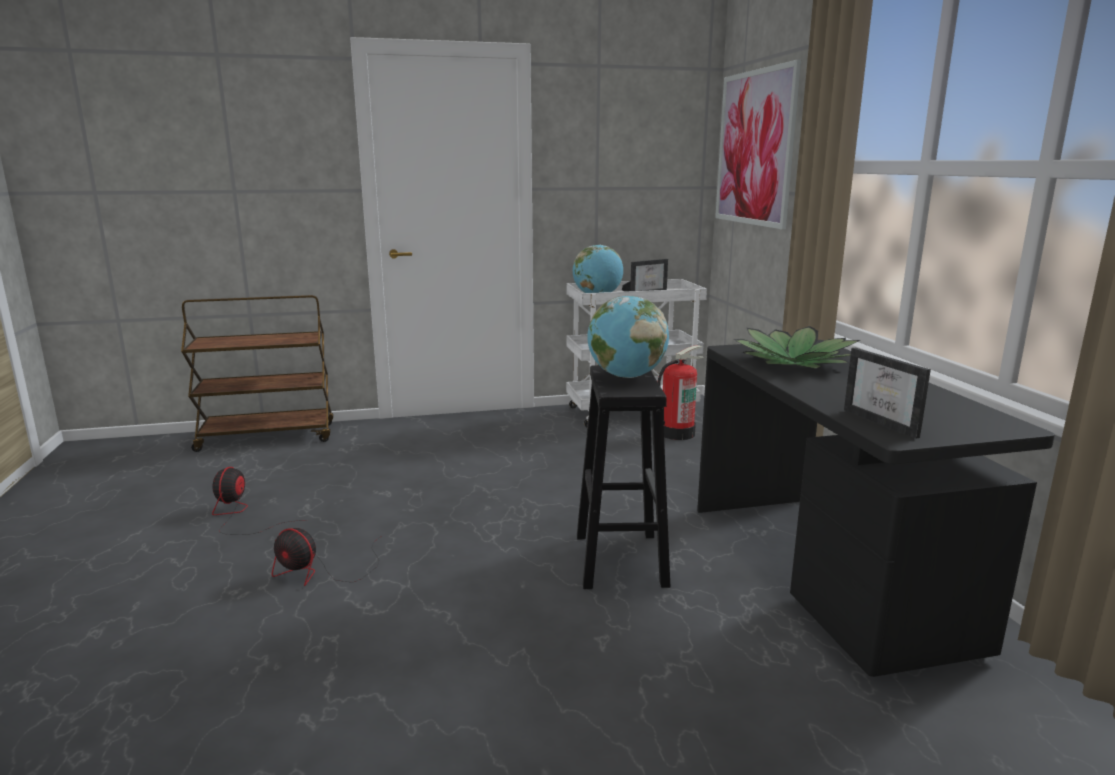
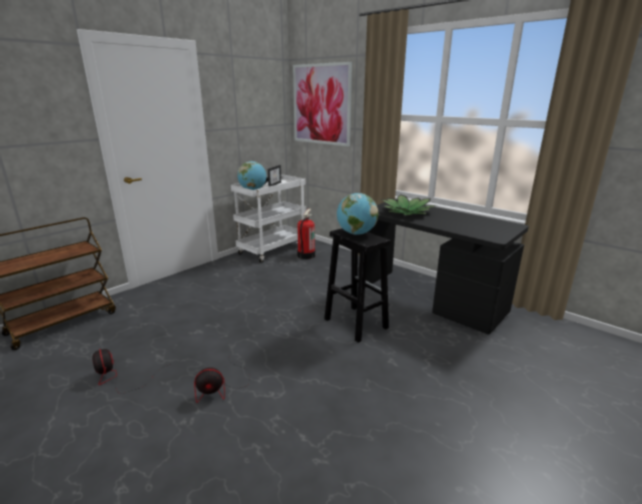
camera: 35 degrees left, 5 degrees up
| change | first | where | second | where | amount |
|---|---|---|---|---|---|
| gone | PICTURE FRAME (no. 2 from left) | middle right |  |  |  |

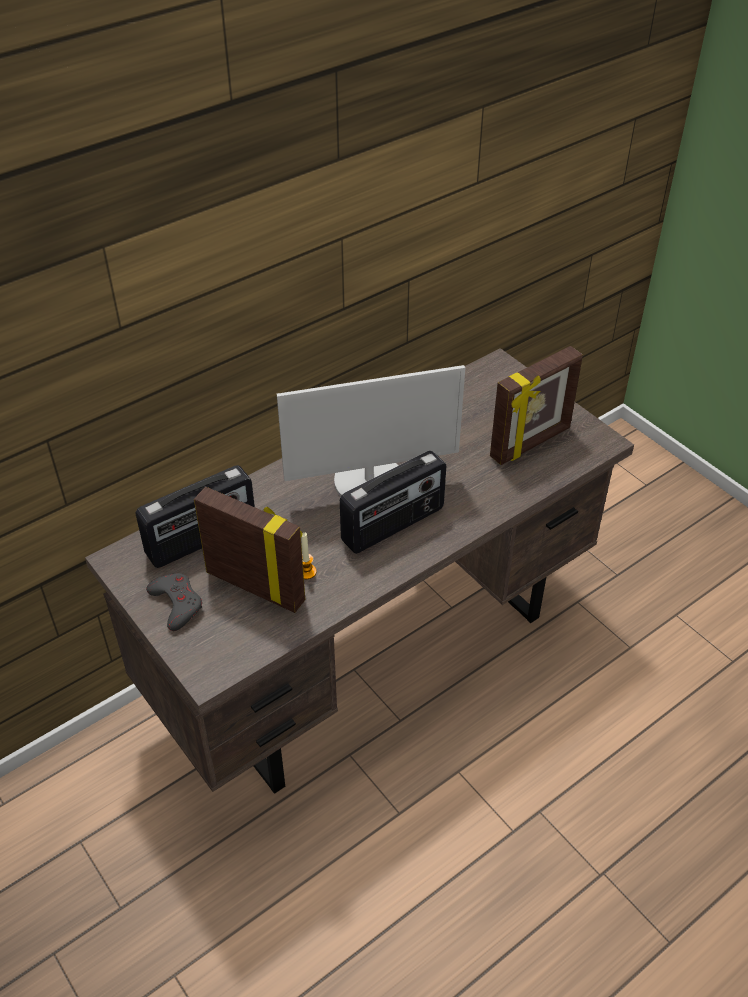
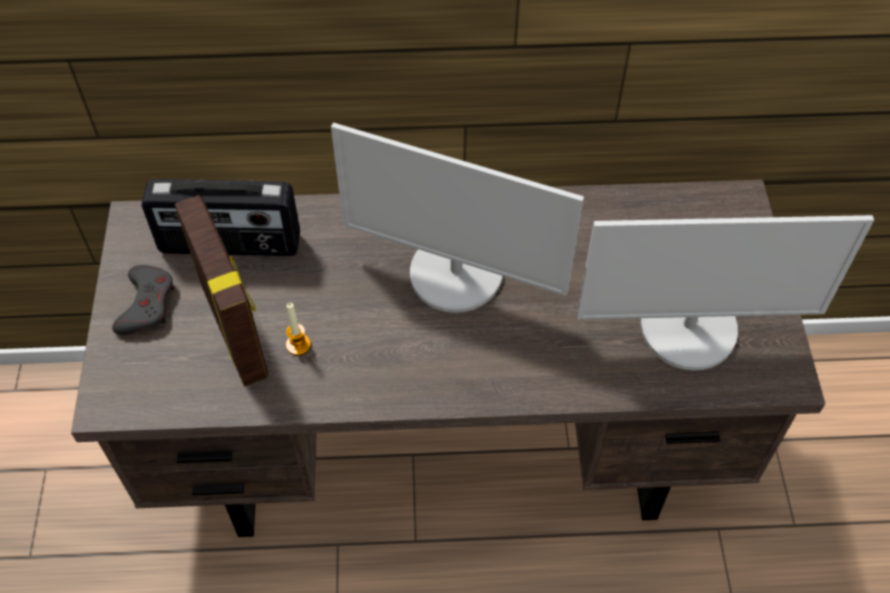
camera: 35 degrees right, 10 degrees up
| change | first | where | second | where | amount |
|---|---|---|---|---|---|
| gone | RADIO RECEIVER (no. 2 from left) | centre |  |  |  |
| swapped | PICTURE FRAME (no. 2 from left) | middle right | COMPUTER DISPLAY (no. 2 from left) | middle right |  |

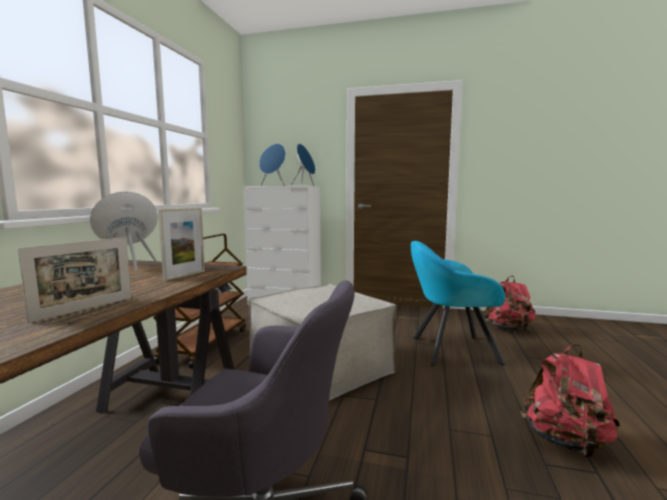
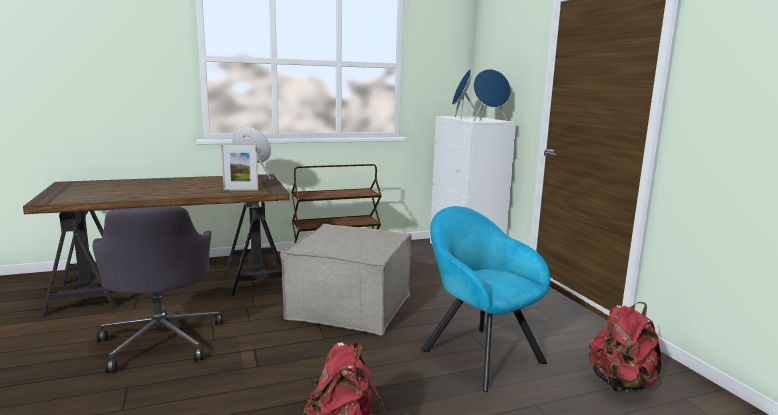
camera: 55 degrees right, 5 degrees up
| change | first | where | second | where | amount |
|---|---|---|---|---|---|
| gone | PICTURE FRAME (no. 1 from left) | middle left |  |  |  |

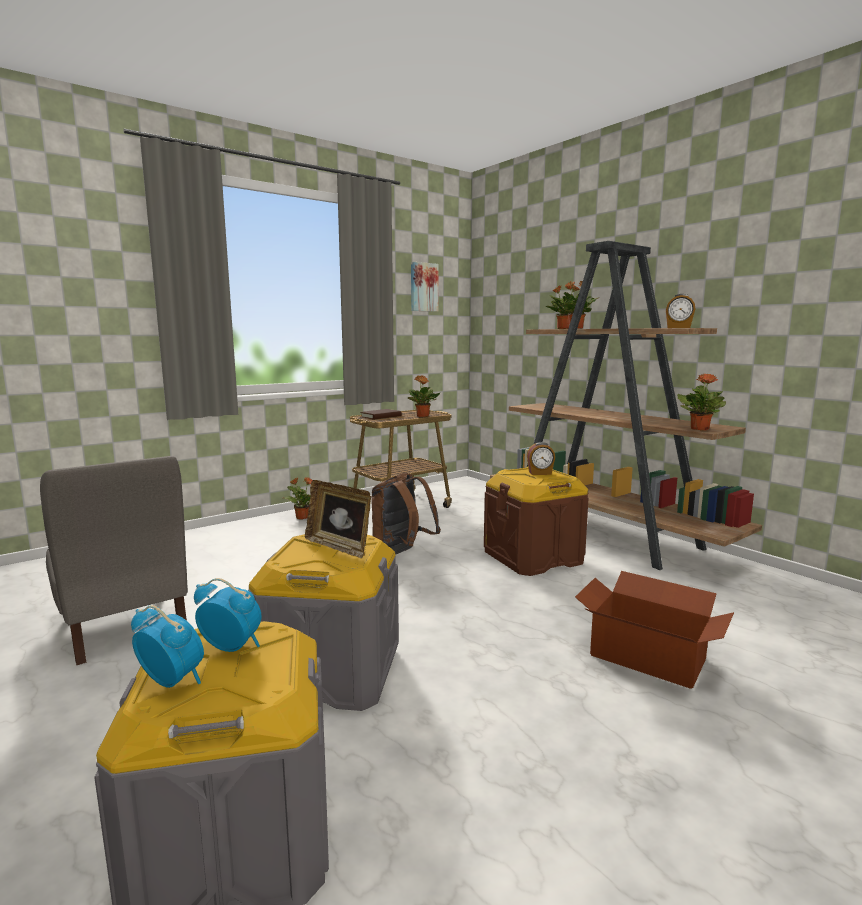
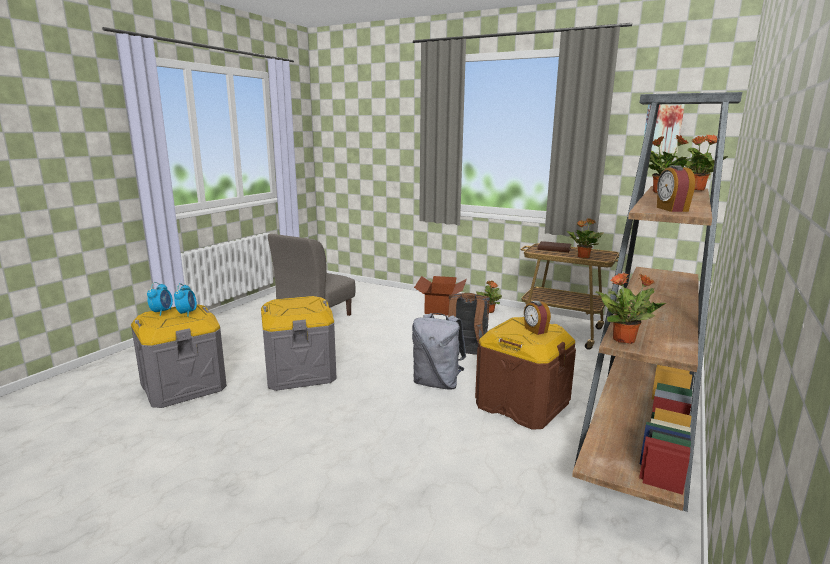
camera: 65 degrees right, 5 degrees up
| change | first | where | second | where | amount |
|---|---|---|---|---|---|
| gone | PICTURE FRAME | centre |  |  |  |
| shifted | CARTON | bottom right |  | centre |  |
| new |  |  | GREY BACKPACK | centre |  |

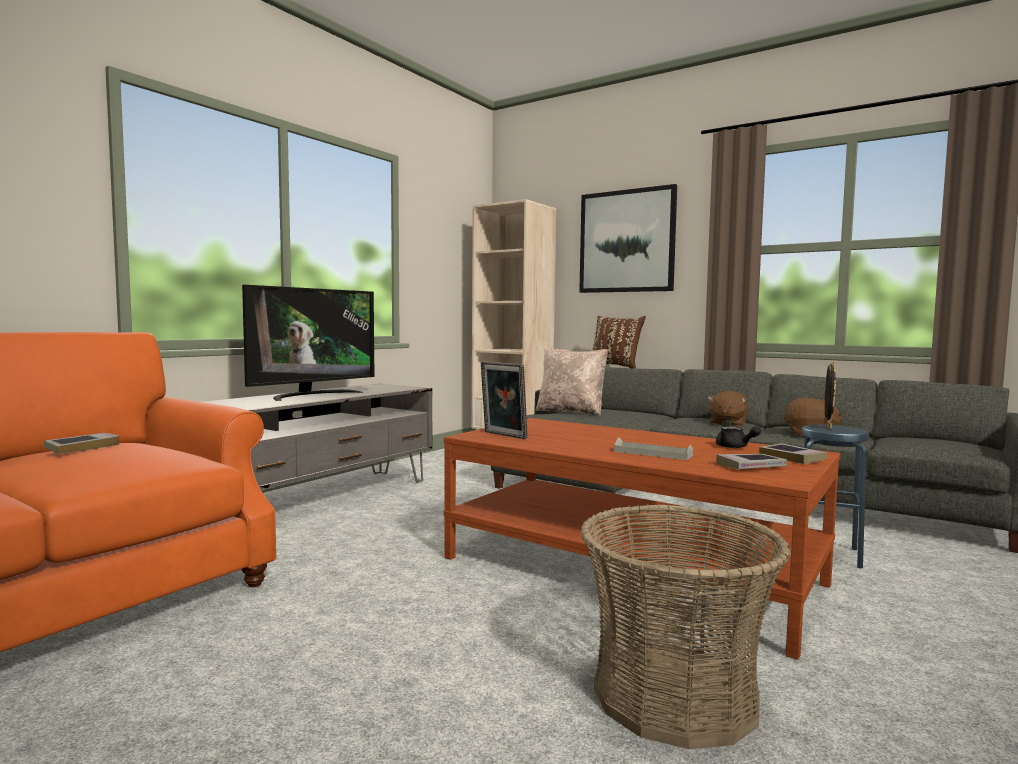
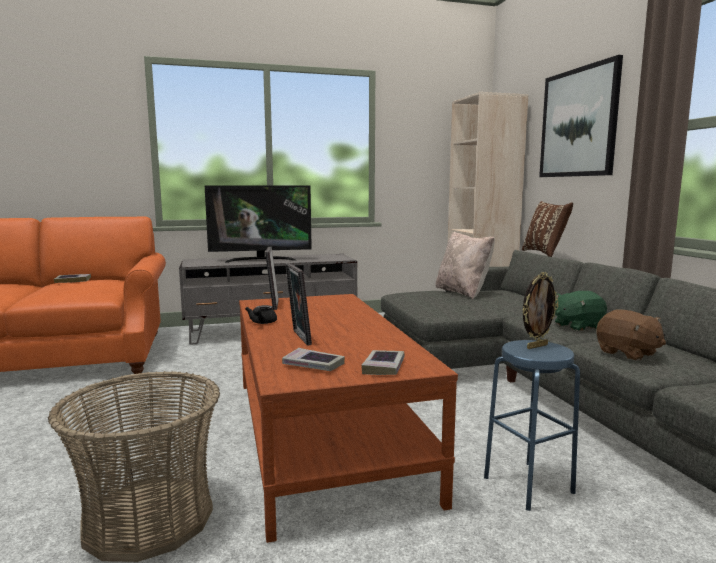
camera: 40 degrees right, 5 degrees up
| change | first | where | second | where | amount |
|---|---|---|---|---|---|
| swapped | GREY TRAY | centre | PICTURE FRAME (no. 2 from left) | centre |  |
| repainted | BROWNISH CUDDLY TOY (no. 1 from left) | middle right | GREENISH CUDDLY TOY | middle right |  |
| shifted | BLACKISH TEA POT | middle right |  | centre |  |

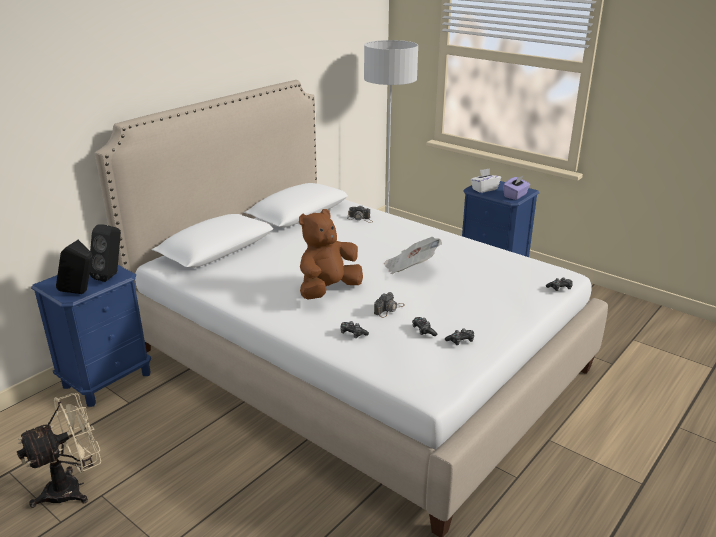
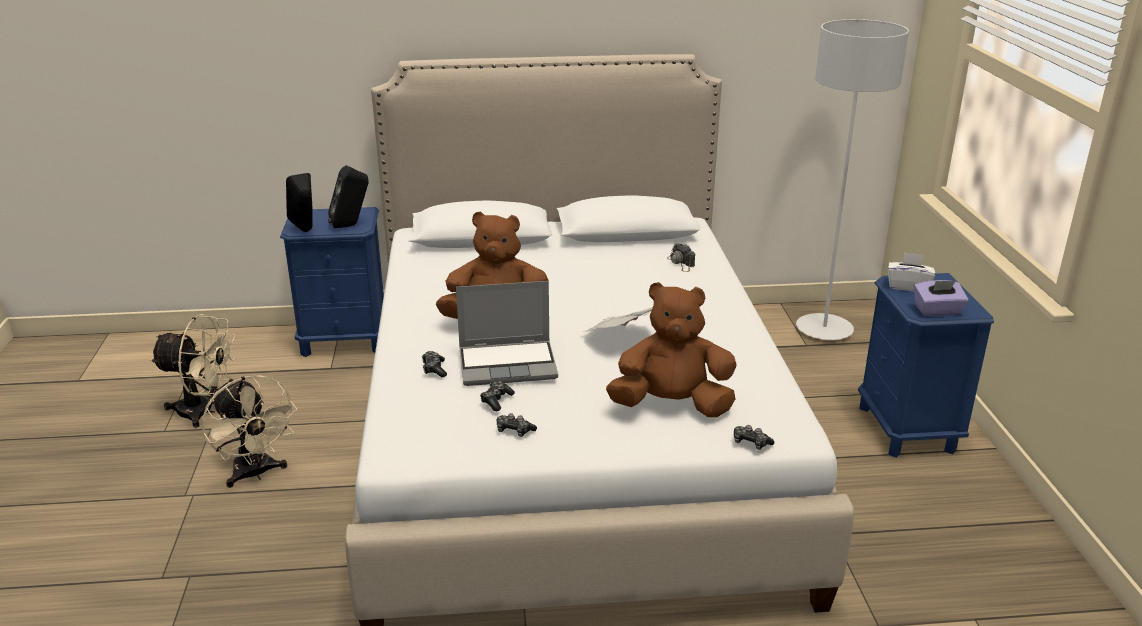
camera: 45 degrees right, 0 degrees up
| change | first | where | second | where | amount |
|---|---|---|---|---|---|
| swapped | PHOTO CAMERA (no. 2 from left) | centre | LAPTOP | centre |  |
| new |  |  | SAND-COLOURED ELECTRIC FAN (no. 2 from left) | bottom left |  |
| new |  |  | BROWNISH CUDDLY TOY (no. 2 from left) | centre |  |

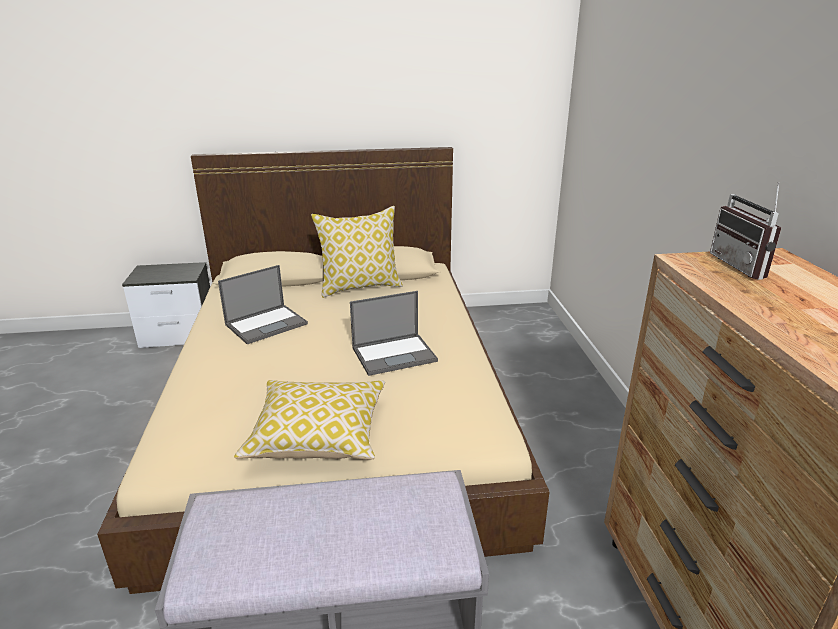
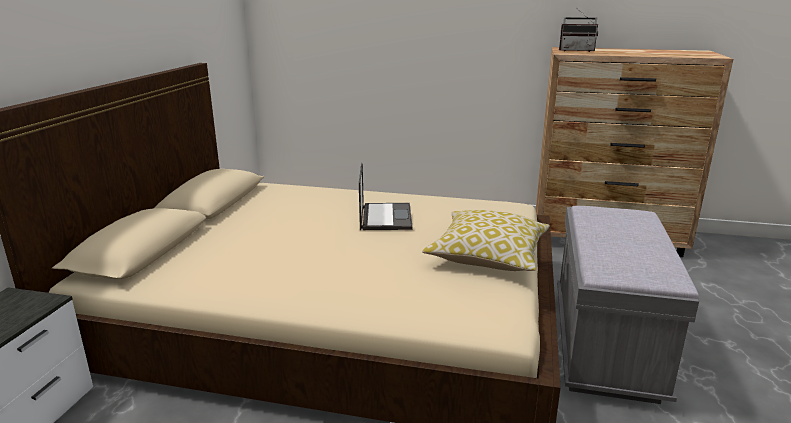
camera: 70 degrees left, 5 degrees down
| change | first | where | second | where | amount |
|---|---|---|---|---|---|
| gone | LAPTOP (no. 1 from left) | middle left |  |  |  |
| gone | PILLOW (no. 2 from left) | centre |  |  |  |

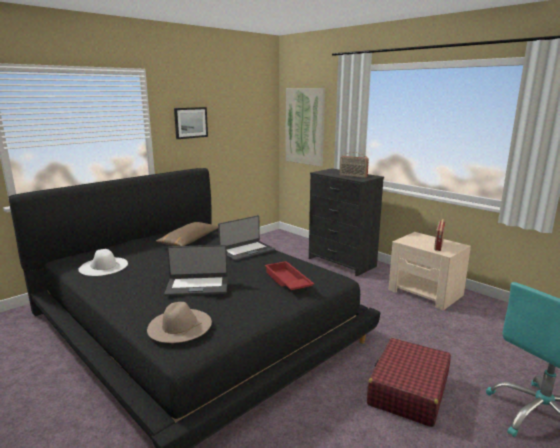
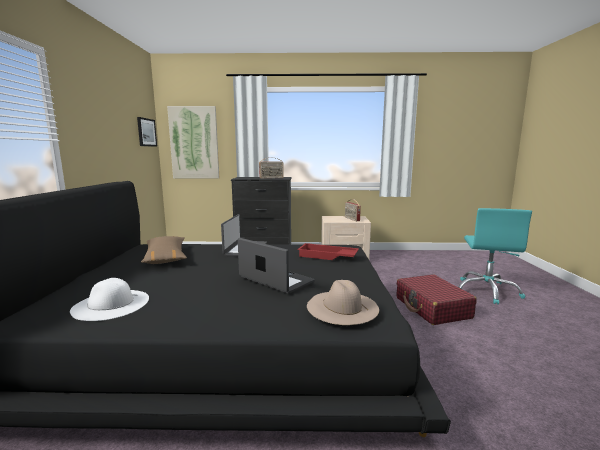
camera: 45 degrees left, 5 degrees down
| change | first | where | second | where | amount |
|---|---|---|---|---|---|
| rotated | LAPTOP (no. 1 from left in the first image) | centre | LAPTOP (no. 2 from left) | centre | 90 degrees counterclockwise |
| shifted | WALL PICTURE (no. 1 from left) | top centre |  | top left |  |

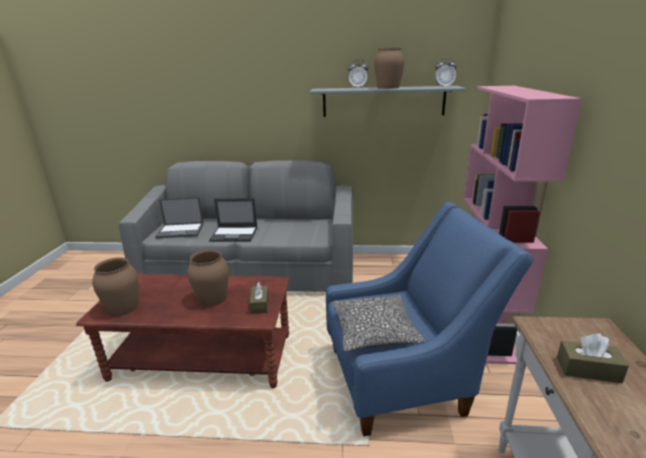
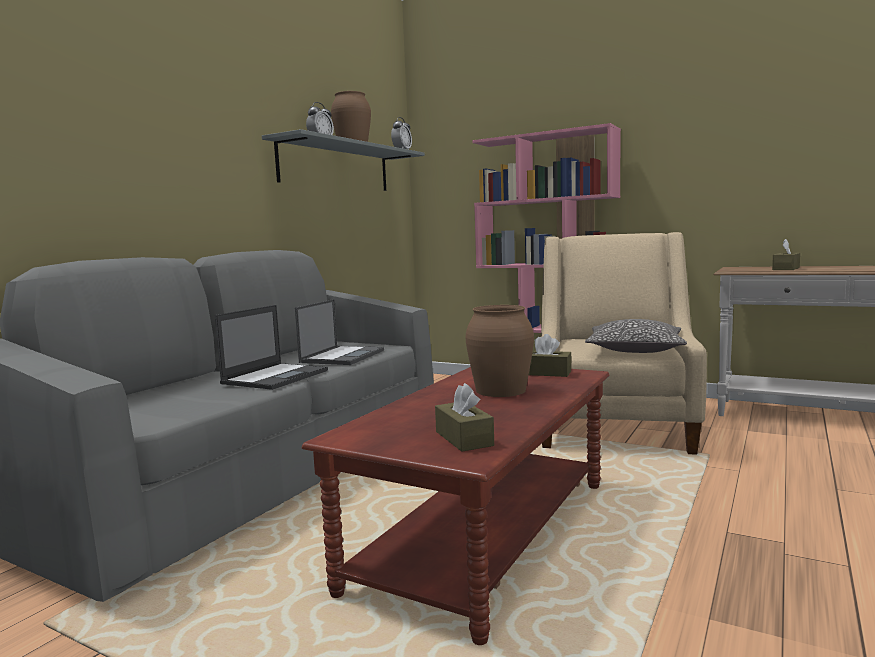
camera: 65 degrees left, 15 degrees down
| change | first | where | second | where | amount |
|---|---|---|---|---|---|
| swapped | BROWNISH VASE (no. 1 from left) | middle left | BROWNISH TISSUE BOX (no. 1 from left) | centre |  |
| shifted | LAPTOP (no. 1 from left in the first image) | middle left | LAPTOP (no. 2 from left) | centre |  |
| repainted | BLUISH ARMCHAIR | bottom centre | SAND-COLOURED ARMCHAIR | middle right |  |

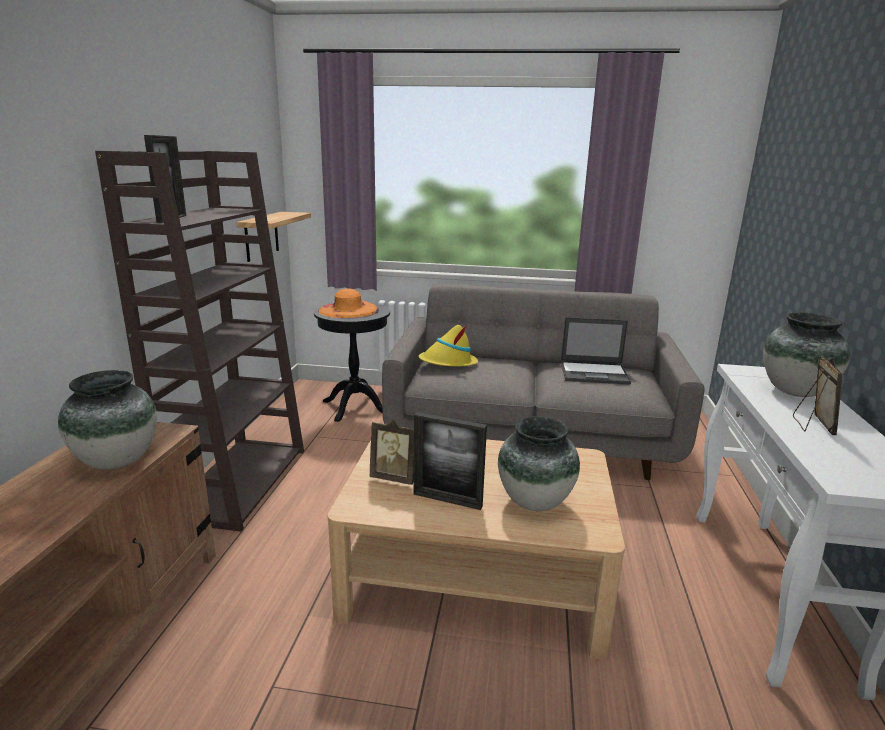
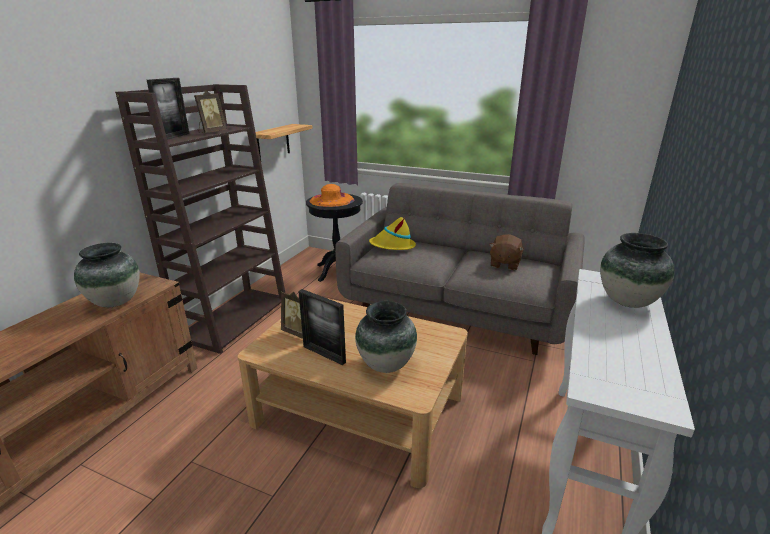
camera: 15 degrees right, 5 degrees up
| change | first | where | second | where | amount |
|---|---|---|---|---|---|
| swapped | LAPTOP | middle right | BROWNISH CUDDLY TOY | centre |  |
| shifted | PICTURE FRAME (no. 4 from left in the first image) | middle right | PICTURE FRAME (no. 2 from left) | top left |  |

